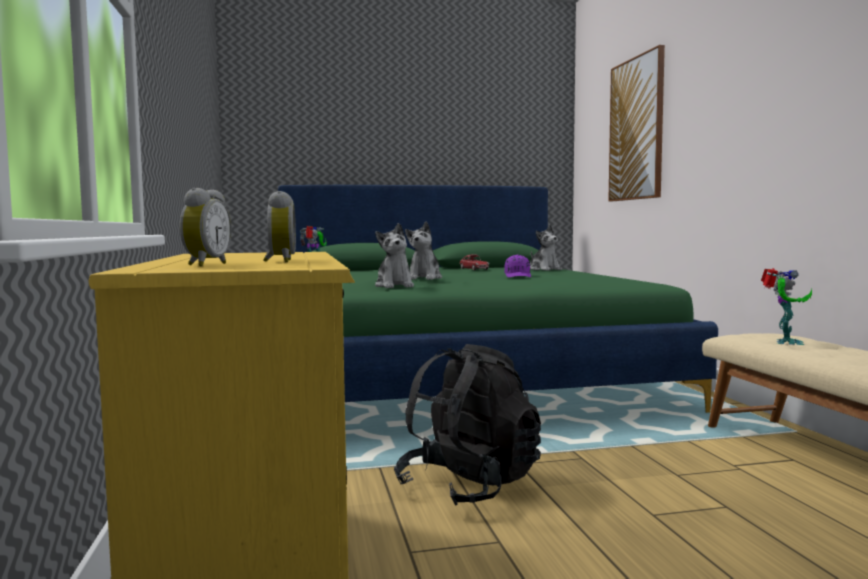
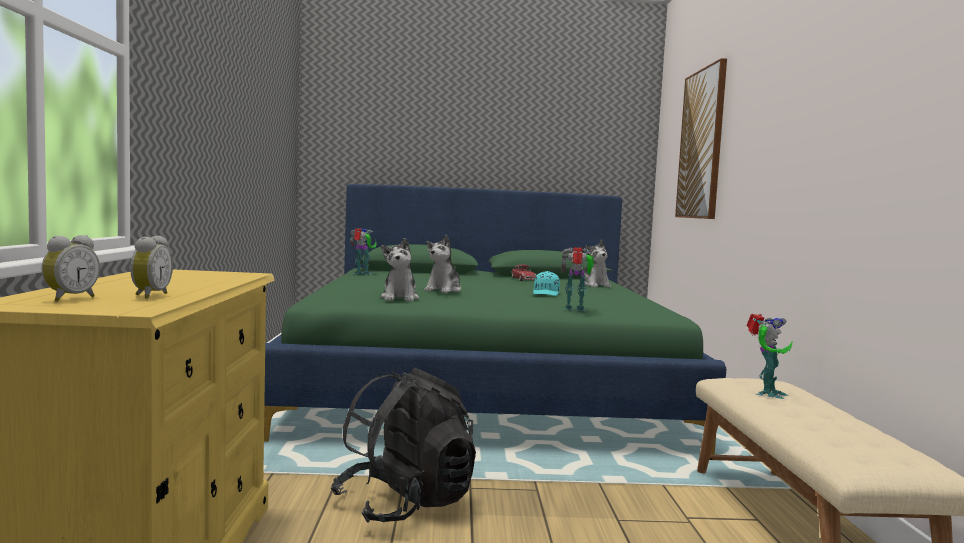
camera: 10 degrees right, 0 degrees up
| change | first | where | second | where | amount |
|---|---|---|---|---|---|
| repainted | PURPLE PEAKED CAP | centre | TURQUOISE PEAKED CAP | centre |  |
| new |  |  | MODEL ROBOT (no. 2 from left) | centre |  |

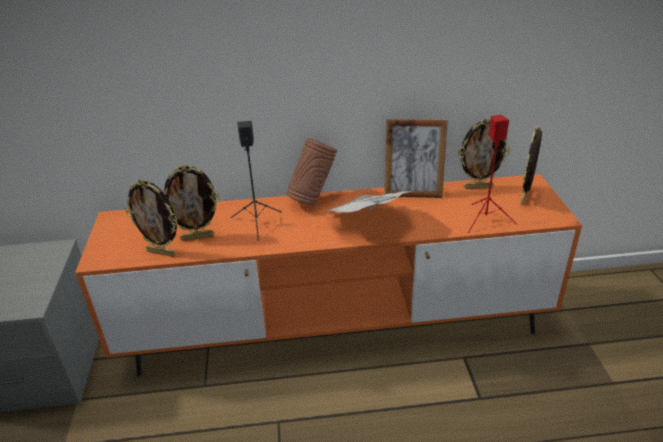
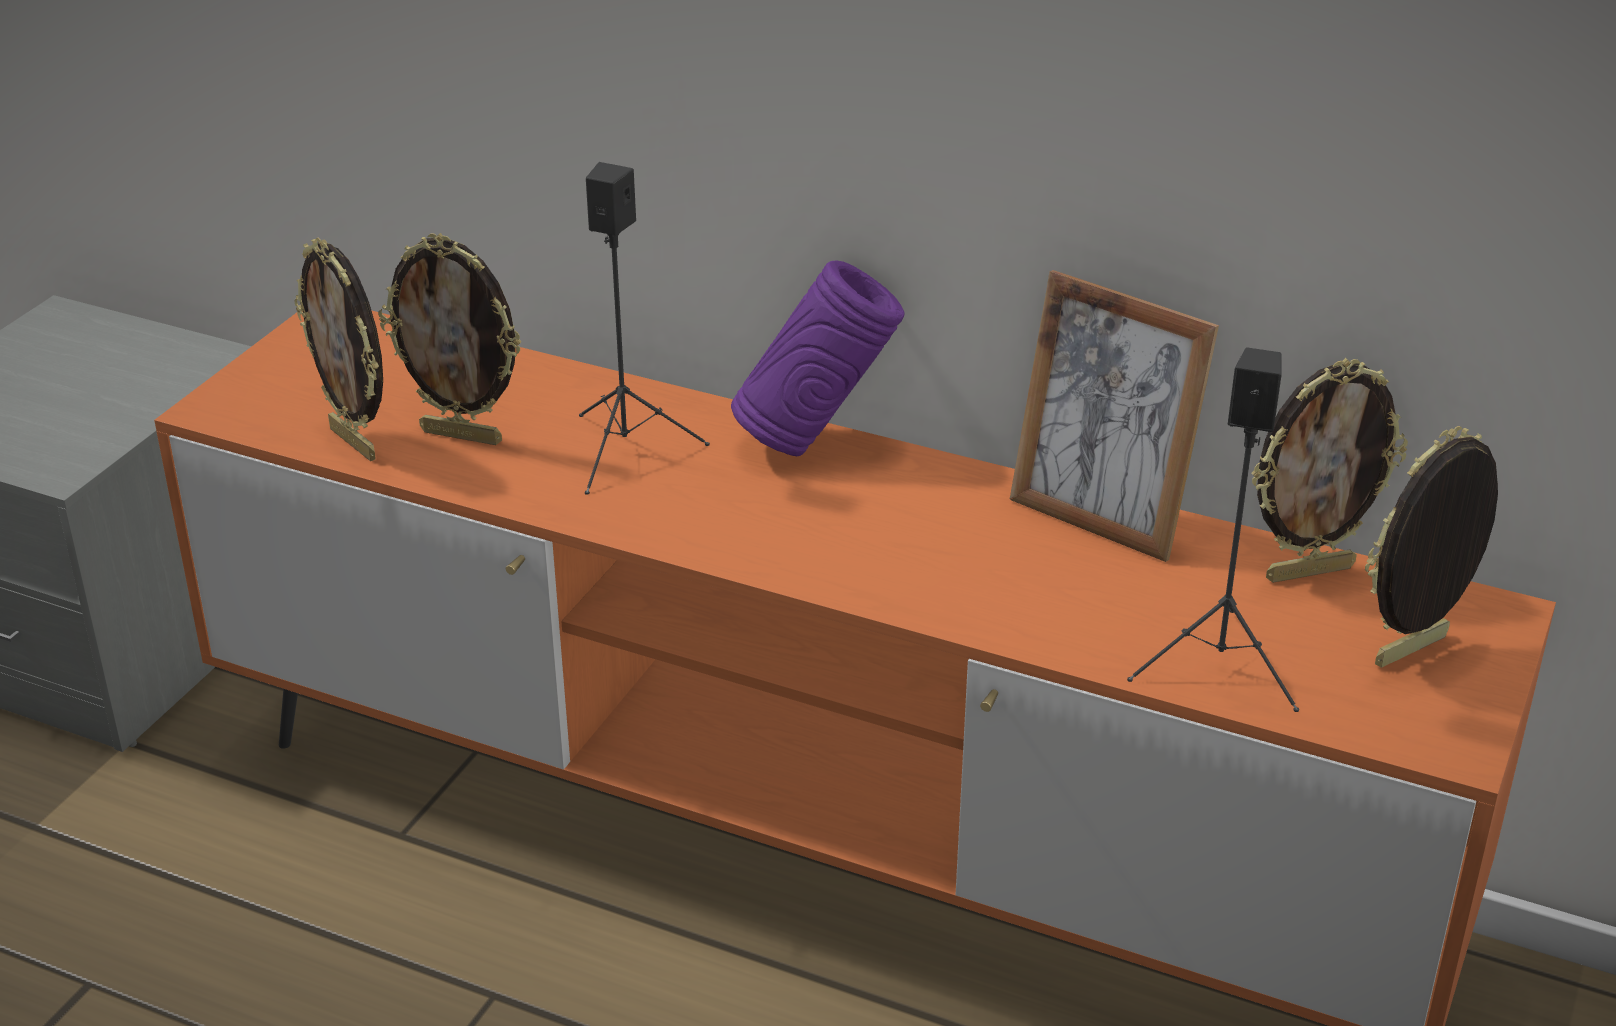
camera: 30 degrees right, 0 degrees up
| change | first | where | second | where | amount |
|---|---|---|---|---|---|
| repainted | BROWNISH VASE | centre | PURPLE VASE | centre |  |
| gone | NEWSPAPER | centre |  |  |  |
| rotated | PICTURE FRAME (no. 4 from left) | middle right |  | middle right | 45 degrees counterclockwise |
| repainted | RED LOUDSPEAKER | middle right | BLACKISH LOUDSPEAKER (no. 2 from left) | middle right |  |

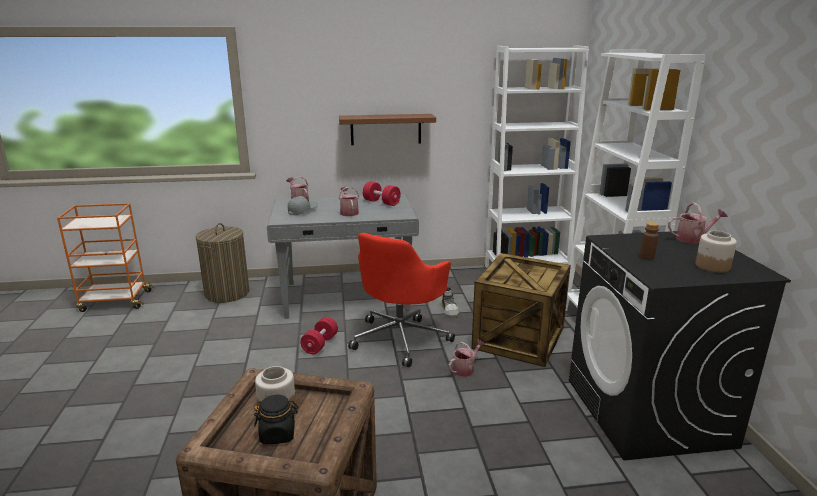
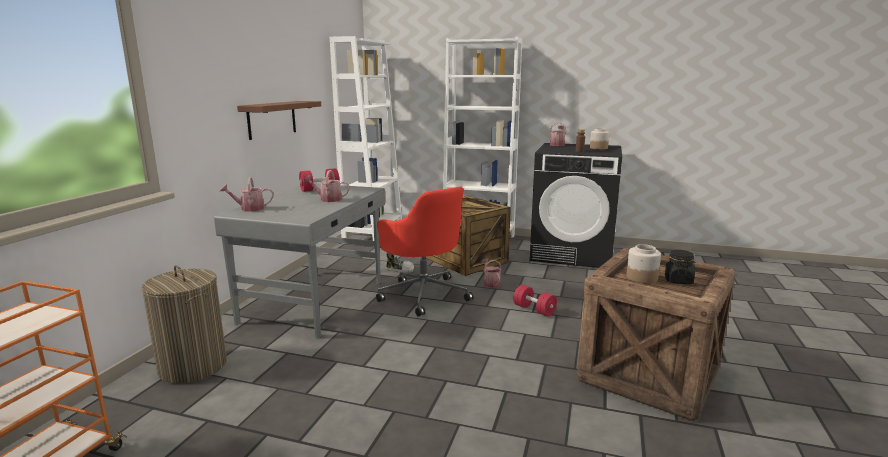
camera: 65 degrees left, 5 degrees down
| change | first | where | second | where | amount |
|---|---|---|---|---|---|
| gone | GREY PEAKED CAP | centre |  |  |  |
| shifted | RED DUMBBELL (no. 1 from left in the first image) | bottom centre | RED DUMBBELL (no. 2 from left) | centre |  |

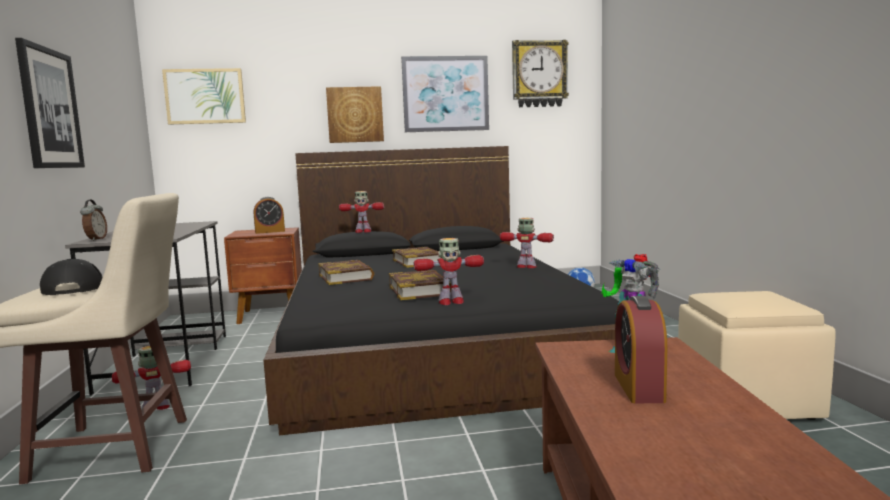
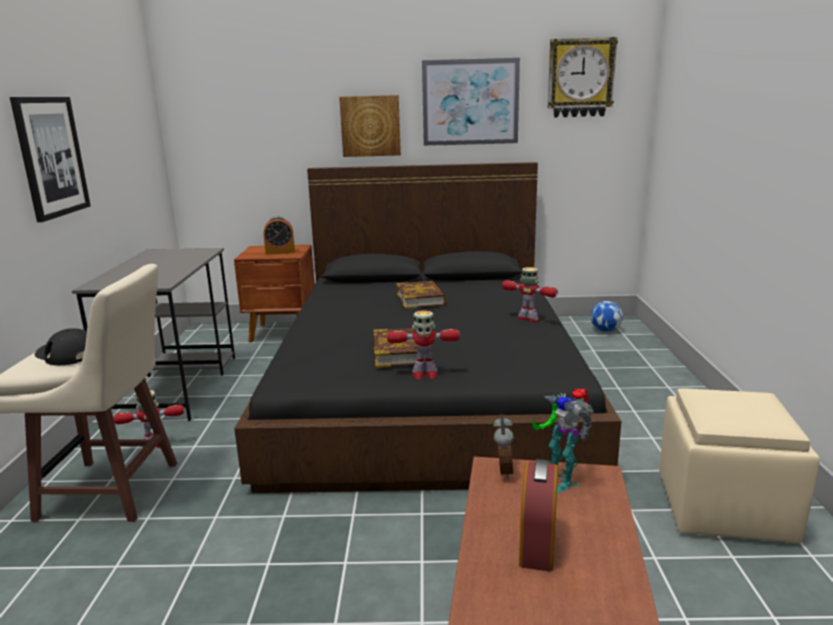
camera: 10 degrees right, 10 degrees up
| change | first | where | second | where | amount |
|---|---|---|---|---|---|
| rotated | BLACKISH PEAKED CAP | middle left |  | middle left | 45 degrees counterclockwise |
| shifted | BEDSIDE CLOCK (no. 1 from left in the first image) | middle left | BEDSIDE CLOCK (no. 2 from left) | bottom centre |  |
| gone | WALL PICTURE (no. 2 from left) | top left |  |  |  |
| gone | BOUND BOOK (no. 1 from left) | centre |  |  |  |
| gone | MODEL ROBOT (no. 2 from left) | centre |  |  |  |

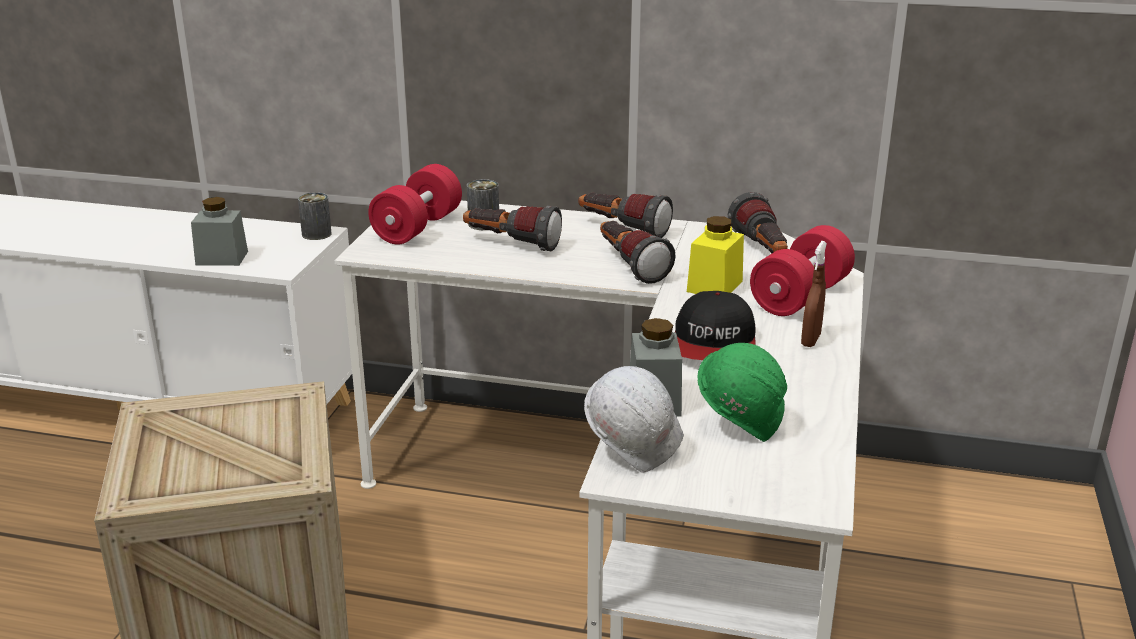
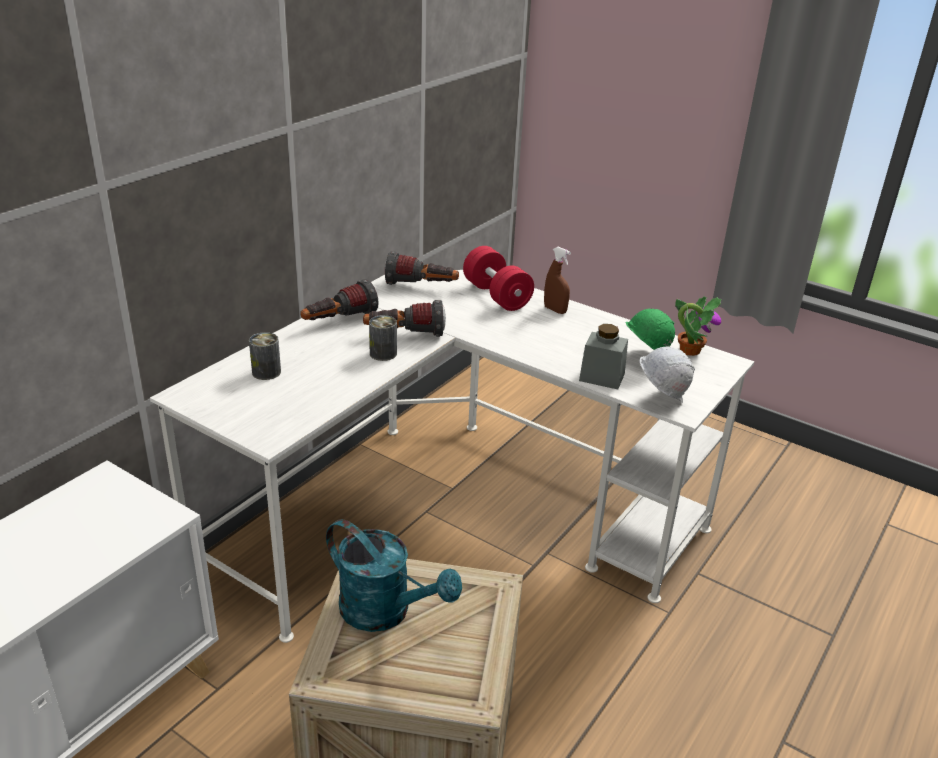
camera: 70 degrees left, 5 degrees up
| change | first | where | second | where | amount |
|---|---|---|---|---|---|
| gone | GREY JAR (no. 1 from left) | middle left |  |  |  |
| shifted | SEALED CAN (no. 1 from left in the first image) | middle left | SEALED CAN (no. 2 from left) | centre |  |
| gone | RED DUMBBELL (no. 1 from left) | top centre |  |  |  |
| gone | TORCH (no. 1 from left) | centre |  |  |  |
| gone | PEAKED CAP | centre |  |  |  |
| gone | YELLOWISH JAR | centre |  |  |  |
| new |  |  | TURQUOISE WATERING POT | bottom centre |  |
| new |  |  | PLANT IN A POT | middle right |  |

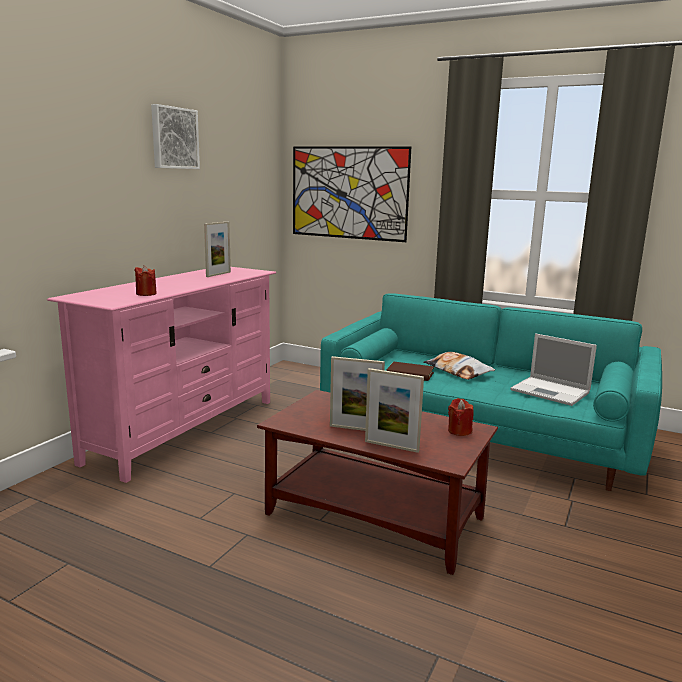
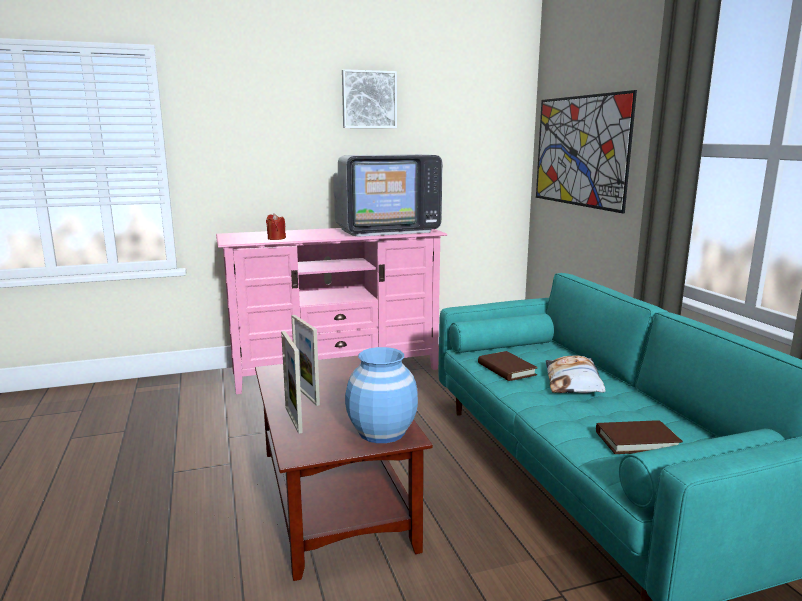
camera: 45 degrees right, 0 degrees up
| change | first | where | second | where | amount |
|---|---|---|---|---|---|
| swapped | PICTURE FRAME (no. 1 from left) | middle left | TV SET | top centre |  |
| swapped | RED CANDLE (no. 2 from left) | middle right | BLUISH VASE | centre |  |
| swapped | LAPTOP | middle right | BROWNISH BOUND BOOK (no. 2 from left) | bottom right |  |

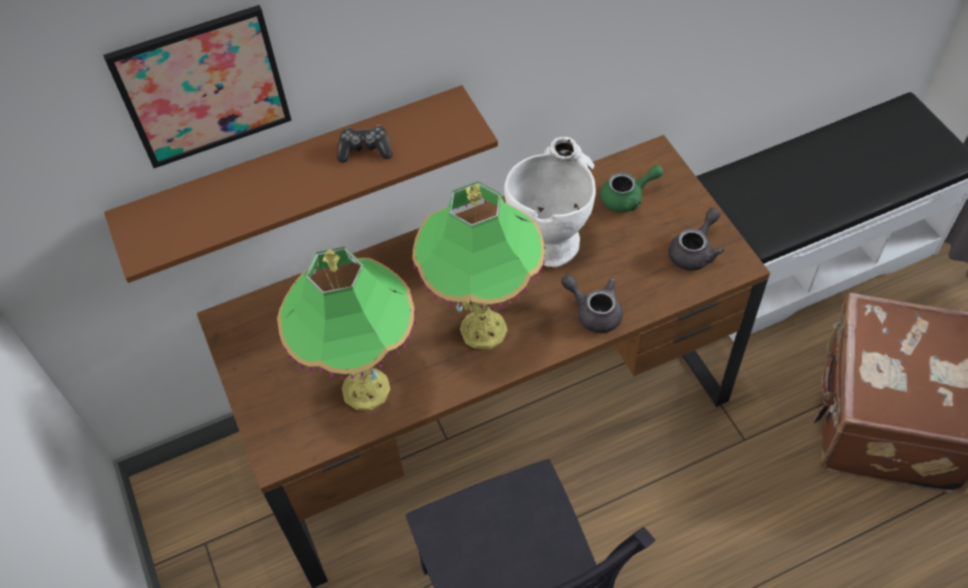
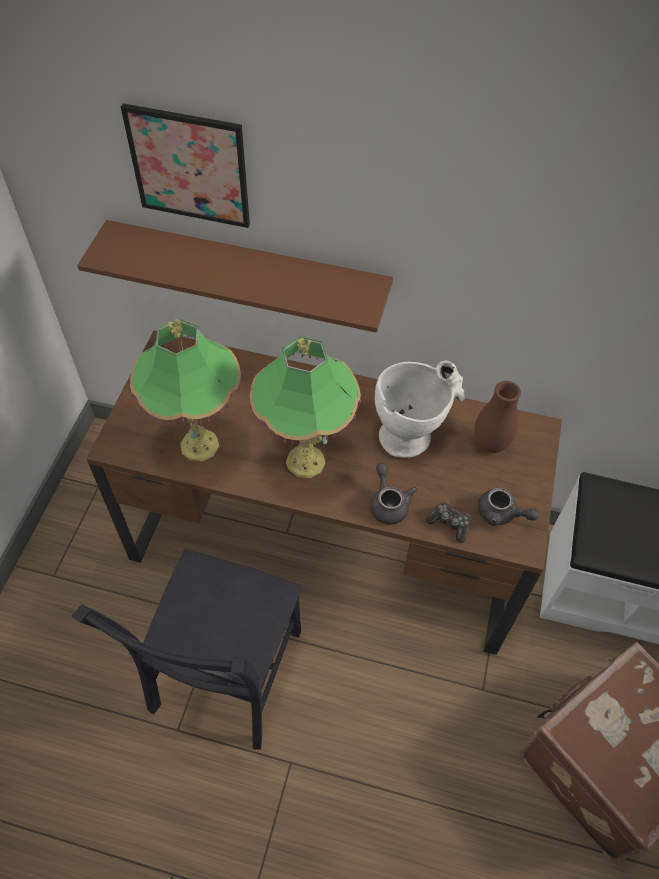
camera: 35 degrees right, 0 degrees up
| change | first | where | second | where | amount |
|---|---|---|---|---|---|
| shifted | GAMEPAD | top centre |  | middle right |  |
| swapped | GREENISH TEA POT | top centre | BROWNISH VASE | middle right |  |
| rotated | GREY TEA POT (no. 2 from left) | middle right |  | middle right | 45 degrees clockwise |

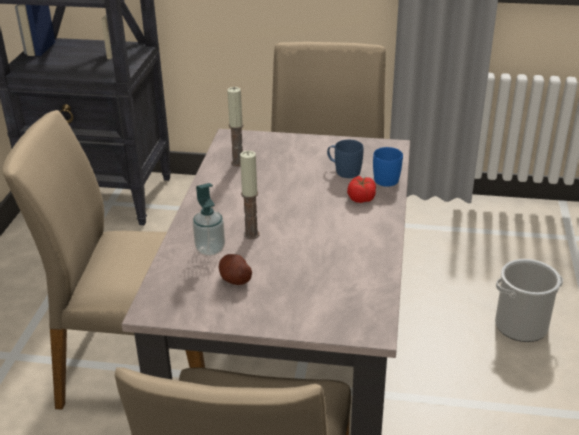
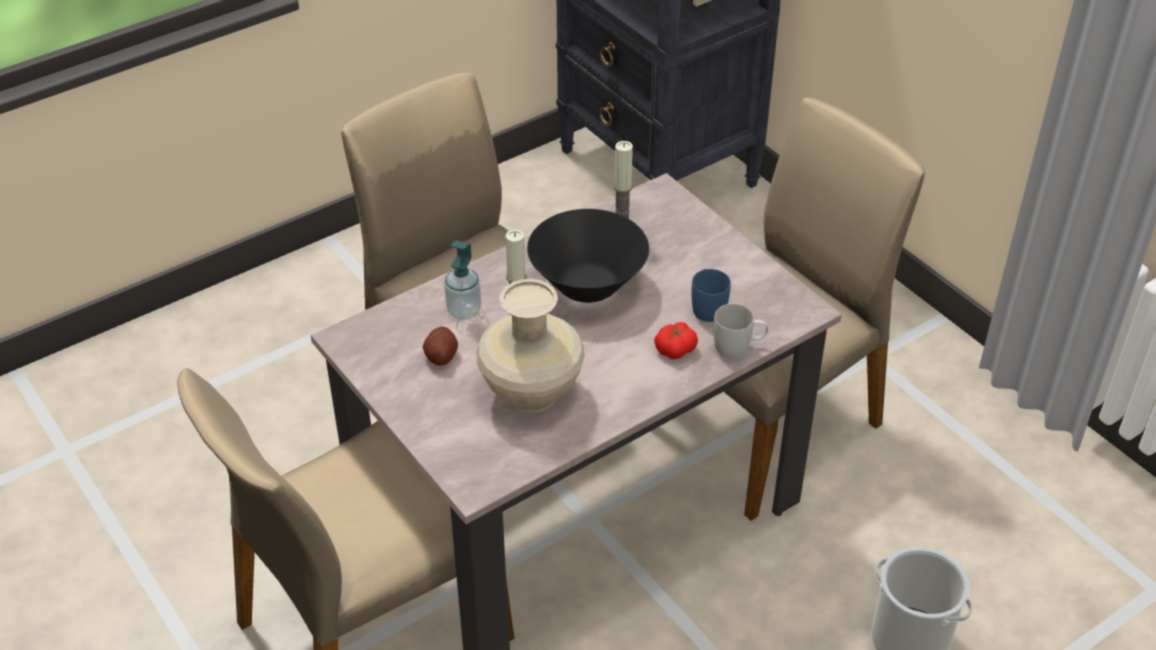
camera: 45 degrees right, 10 degrees up
| change | first | where | second | where | amount |
|---|---|---|---|---|---|
| repainted | BLUISH TEA MUG (no. 2 from left) | middle right | WHITE-COLOURED TEA MUG | centre |  |
| new |  |  | SAND-COLOURED VASE | centre |  |
| new |  |  | BLACKISH DEEP DISH | centre |  |

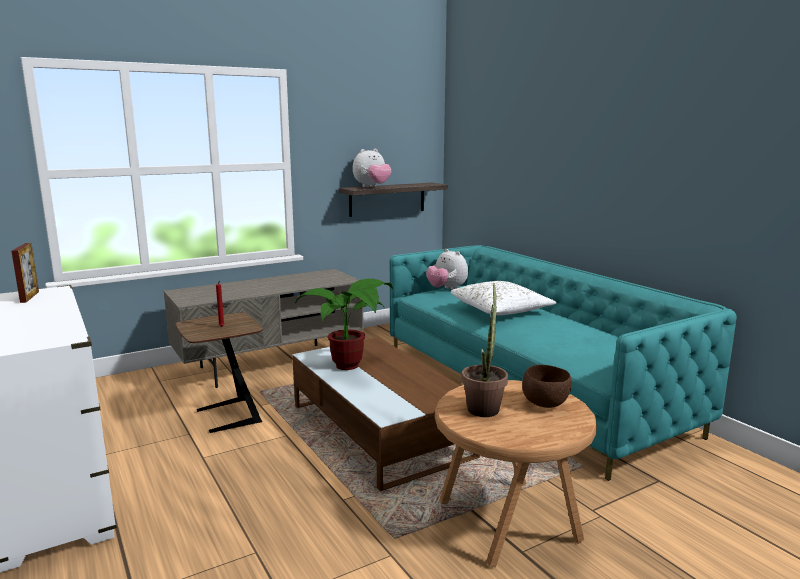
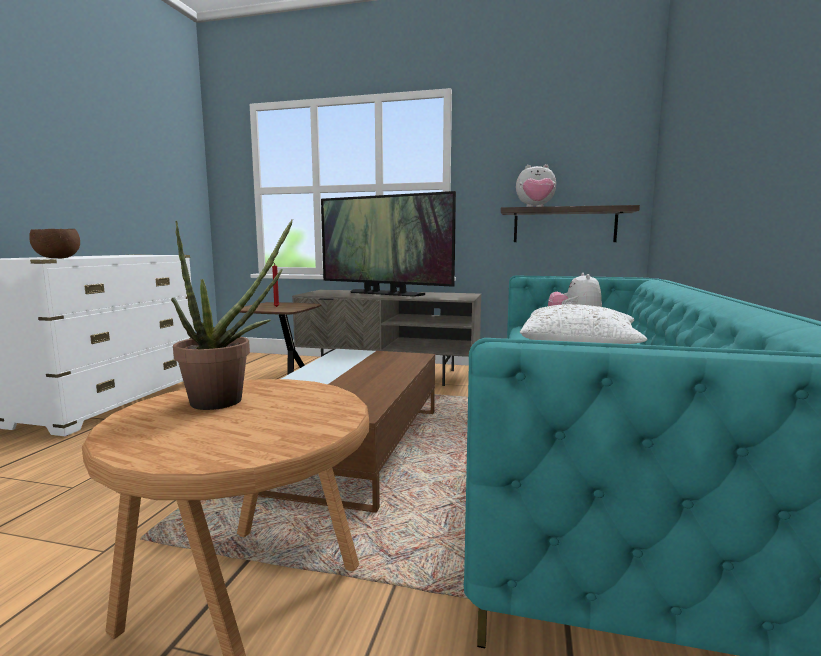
camera: 45 degrees right, 5 degrees down
| change | first | where | second | where | amount |
|---|---|---|---|---|---|
| gone | PICTURE FRAME | middle left |  |  |  |
| gone | PLANT IN A POT (no. 1 from left) | centre |  |  |  |
| shifted | BROWNISH DEEP DISH | bottom right |  | middle left |  |
| new |  |  | TV SET | centre |  |

